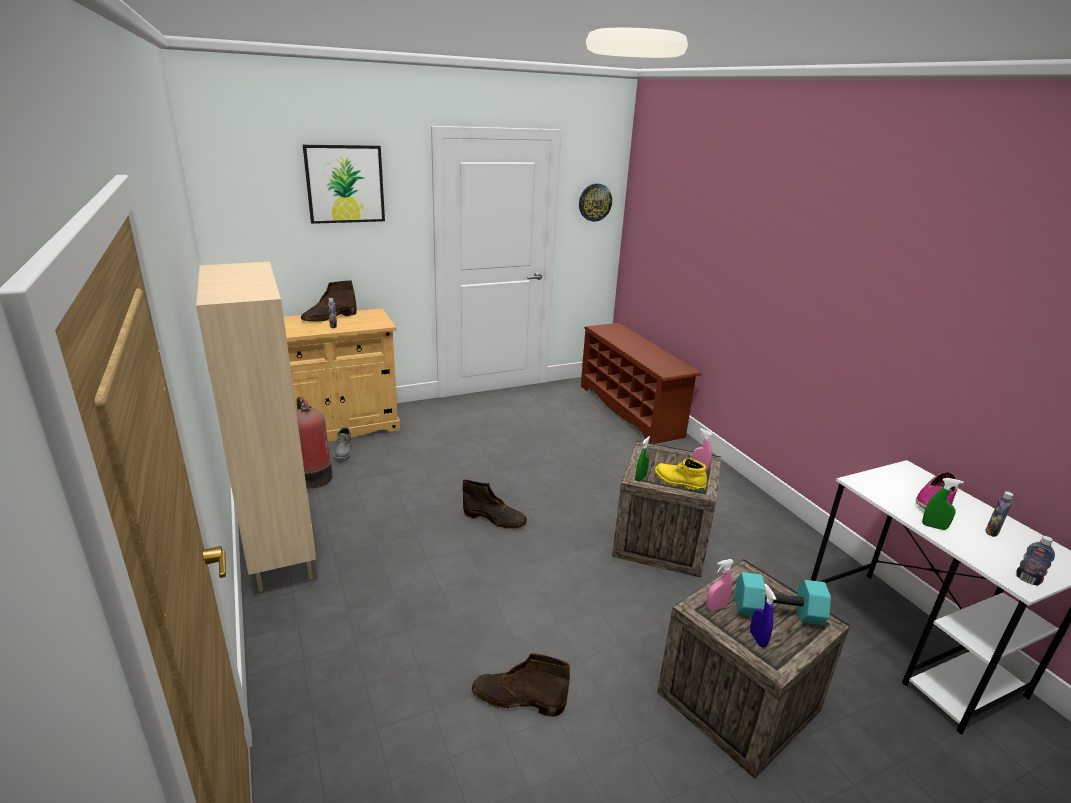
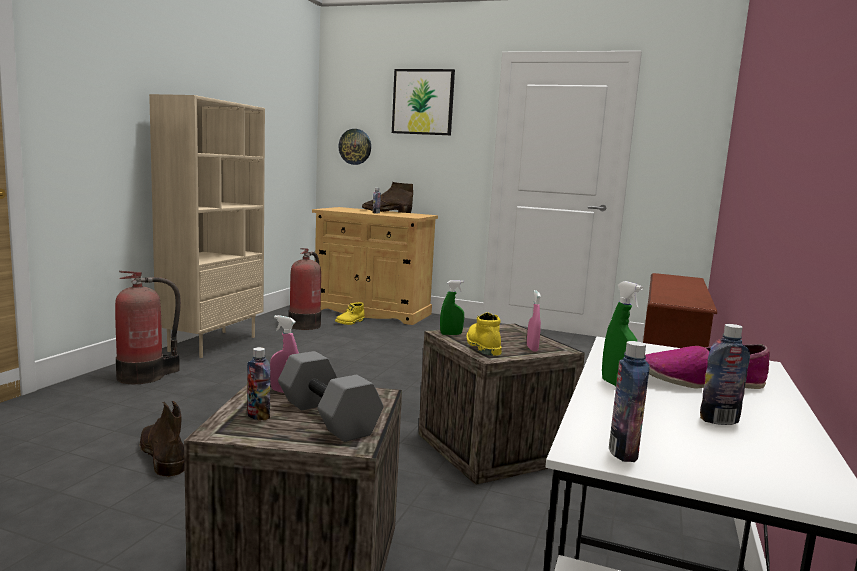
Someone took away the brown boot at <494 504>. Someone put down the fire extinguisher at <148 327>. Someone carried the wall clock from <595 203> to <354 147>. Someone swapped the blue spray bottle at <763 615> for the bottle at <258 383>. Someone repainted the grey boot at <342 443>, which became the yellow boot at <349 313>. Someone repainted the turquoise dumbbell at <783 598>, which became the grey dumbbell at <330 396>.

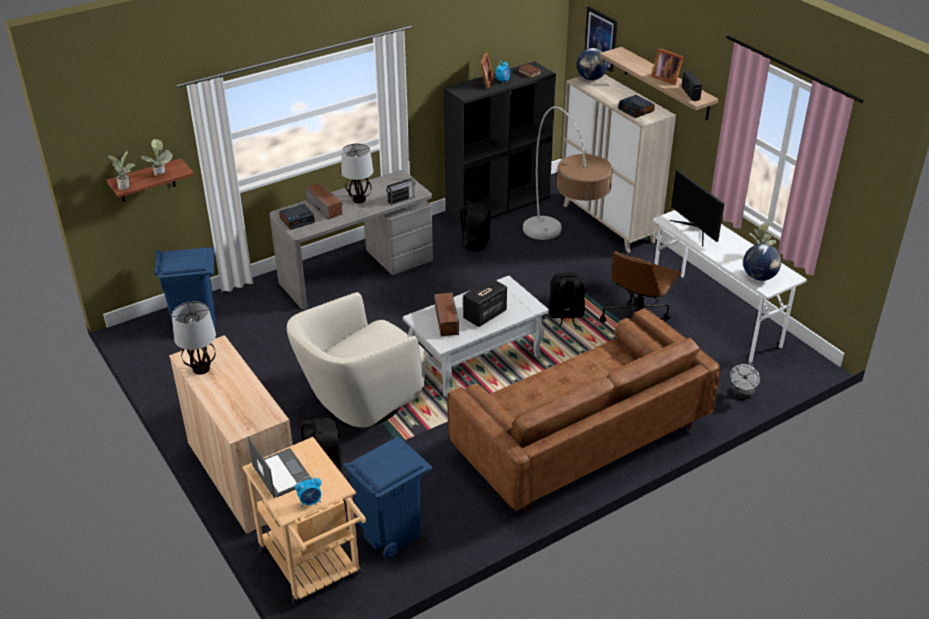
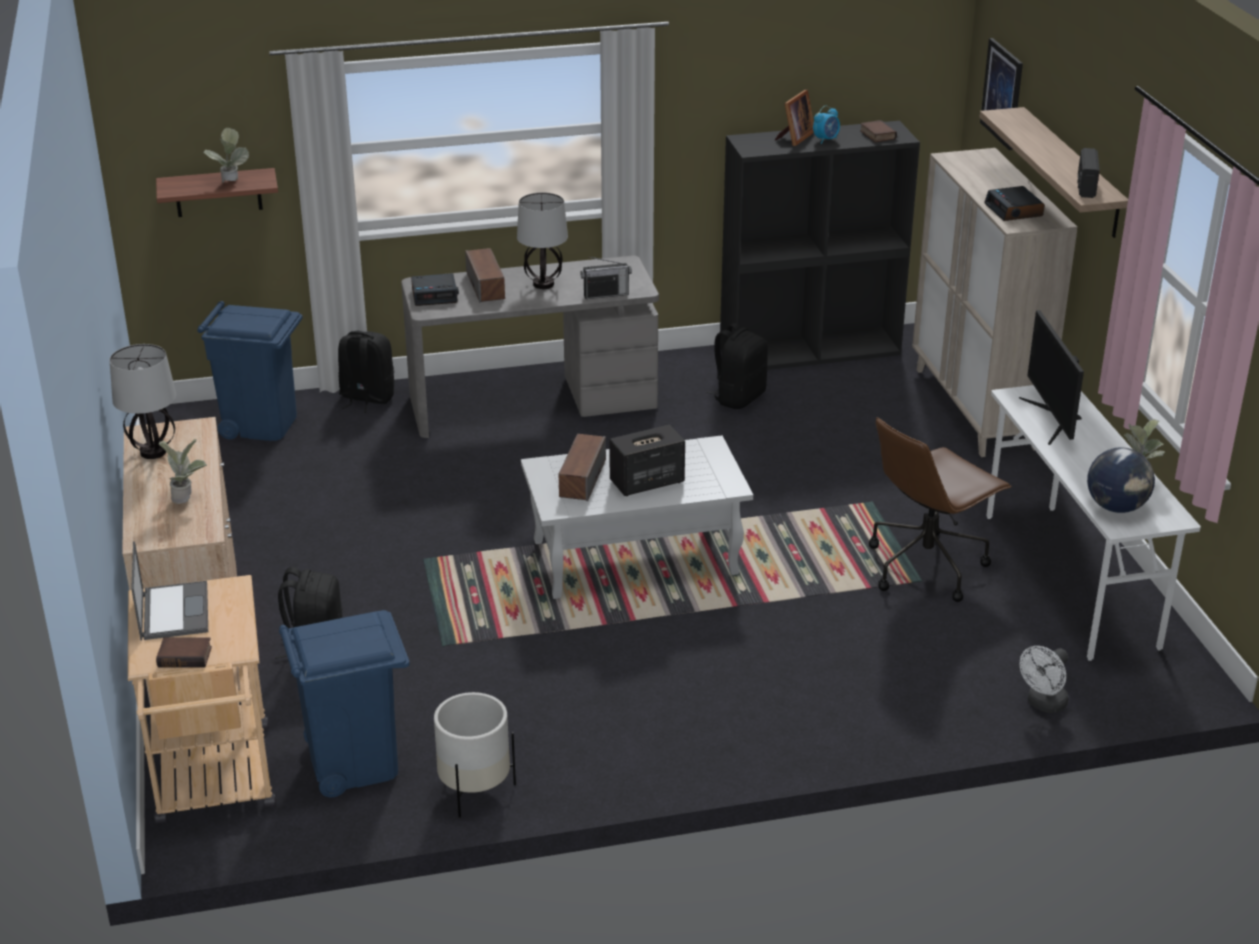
Someone took away the beige armchair at <357 360>. Someone took away the brown sofa at <584 409>. Someone took away the floor lamp at <568 173>. Someone took away the globe at <592 64>. Someone took away the picture frame at <667 66>. Someone put down the white planter at <475 755>. Someone carried the potted plant from <122 171> to <183 471>. Someone carried the black backpack from <566 300> to <366 372>. Someone swapped the alarm clock at <308 491> for the book at <184 652>.

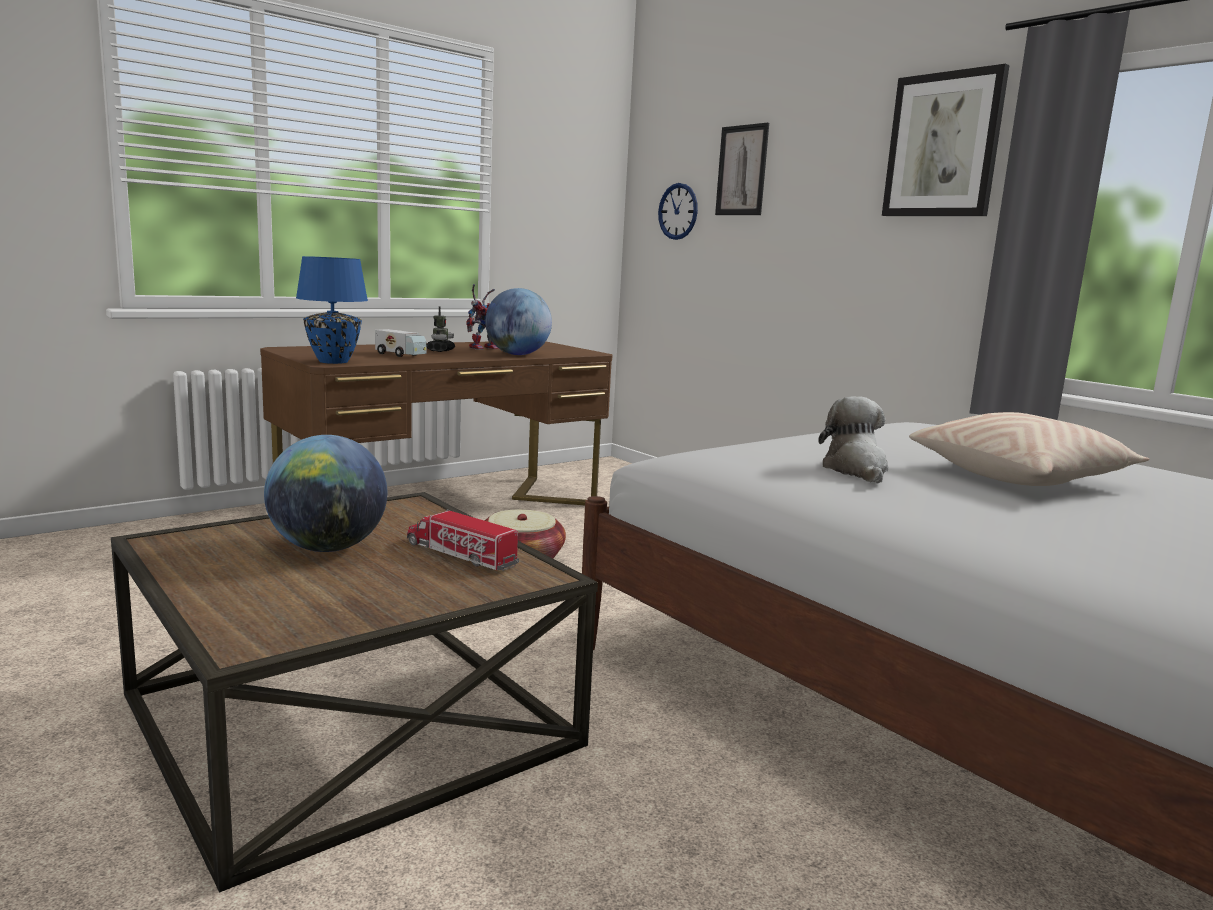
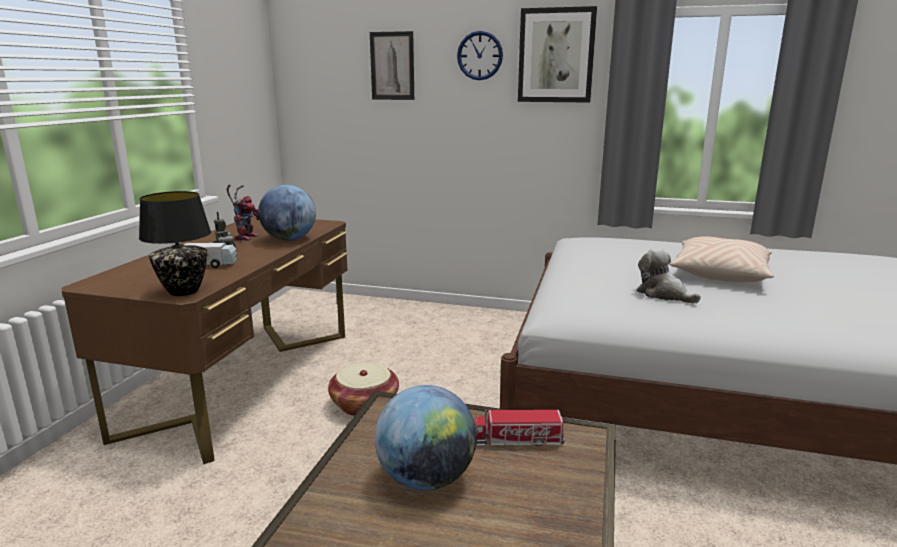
Someone carried the wall clock from <678 211> to <480 55>. Someone repainted the blue table lamp at <332 310>, which became the black table lamp at <175 243>.

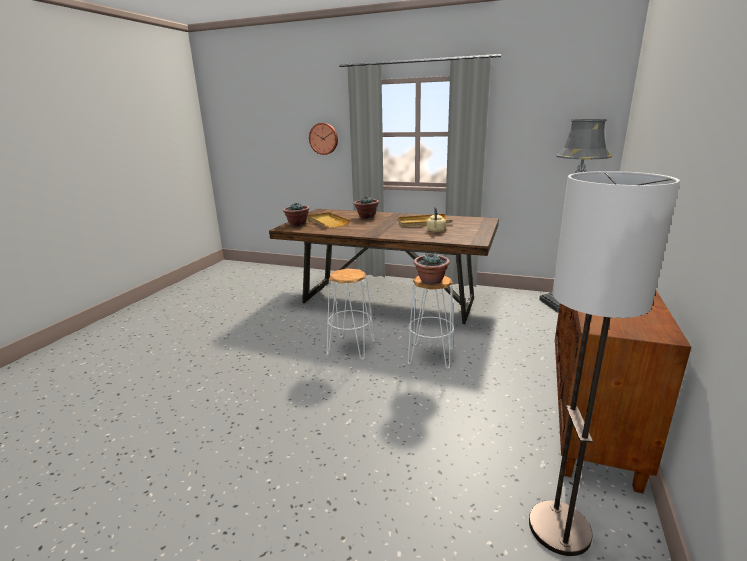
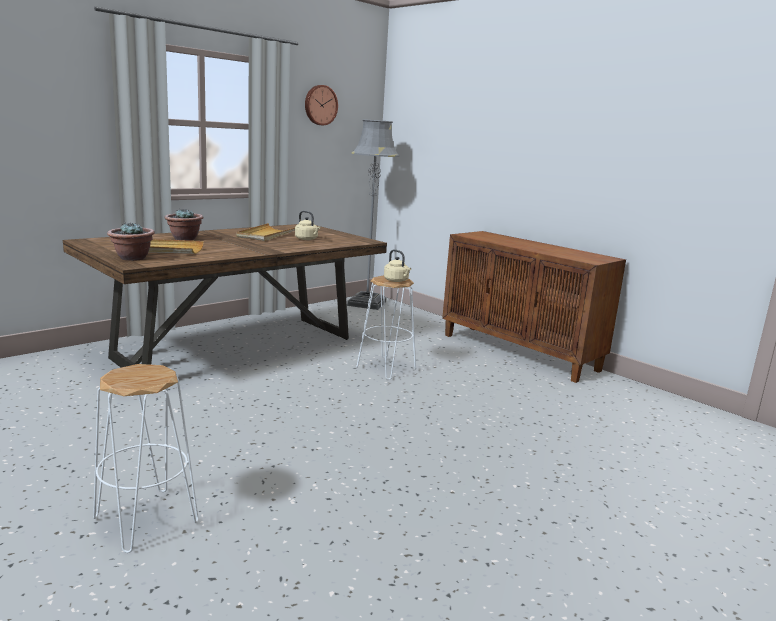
Someone took away the floor lamp at <604 363>. Someone carried the wall clock from <323 139> to <321 105>. Someone carried the white stool from <351 314> to <146 458>. Someone swapped the potted plant at <432 269> for the beige kettle at <397 265>.

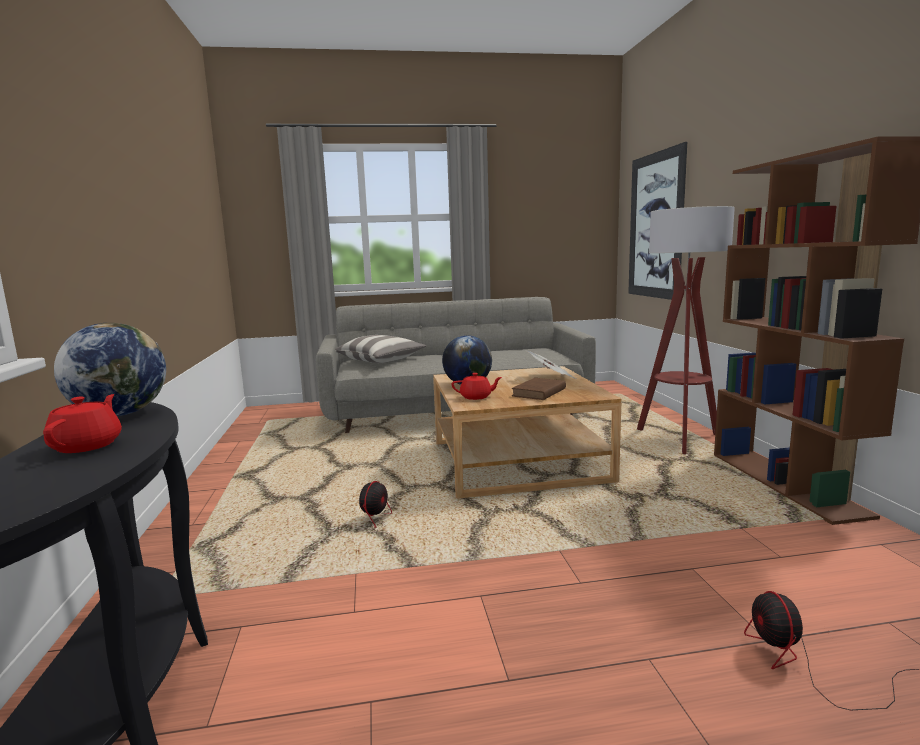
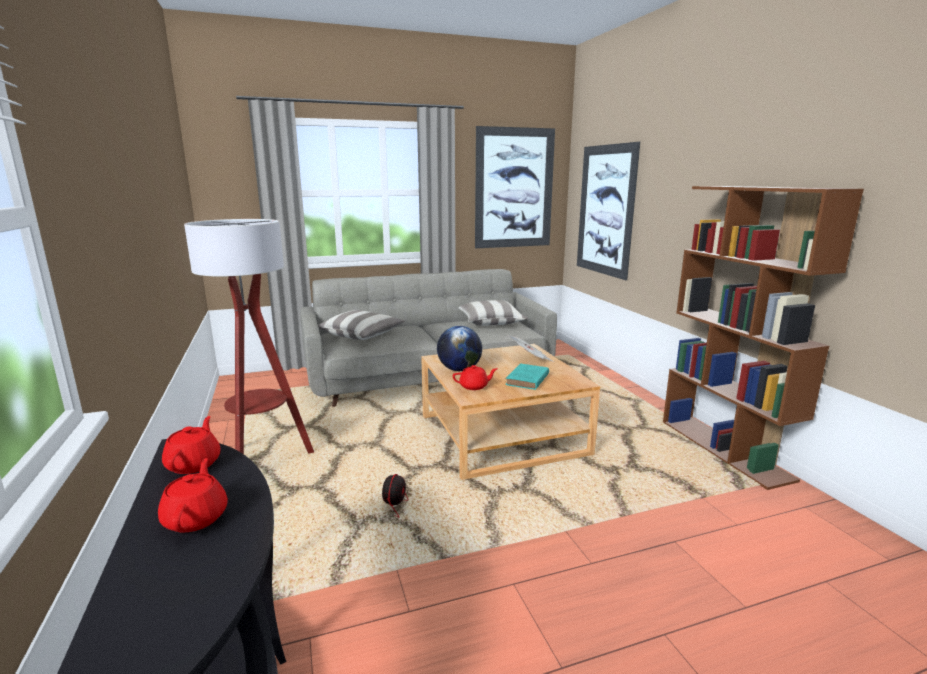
Someone took away the fan at <831 650>. Someone put down the pillow at <493 313>. Someone put up the picture at <515 187>. Someone carried the floor lamp from <686 330> to <249 336>. Someone swapped the globe at <110 369> for the red teapot at <191 445>. Someone repainted the brown book at <539 389>, which became the turquoise book at <527 376>.

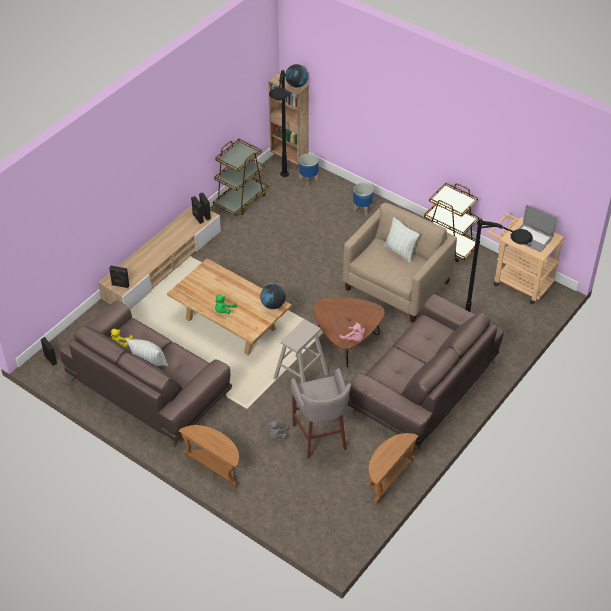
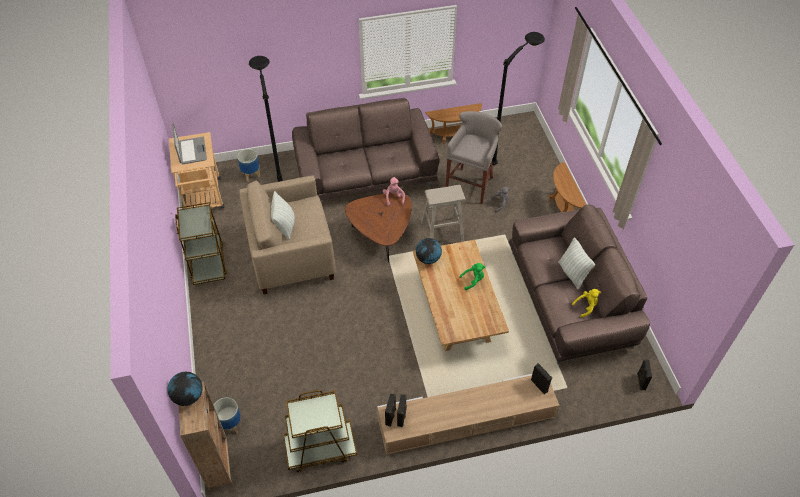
Someone carried the black floor lamp from <279 123> to <518 98>. Someone carried the planter from <363 199> to <248 165>.

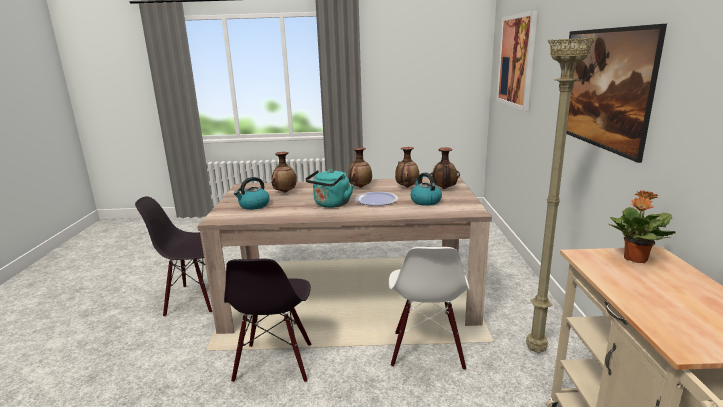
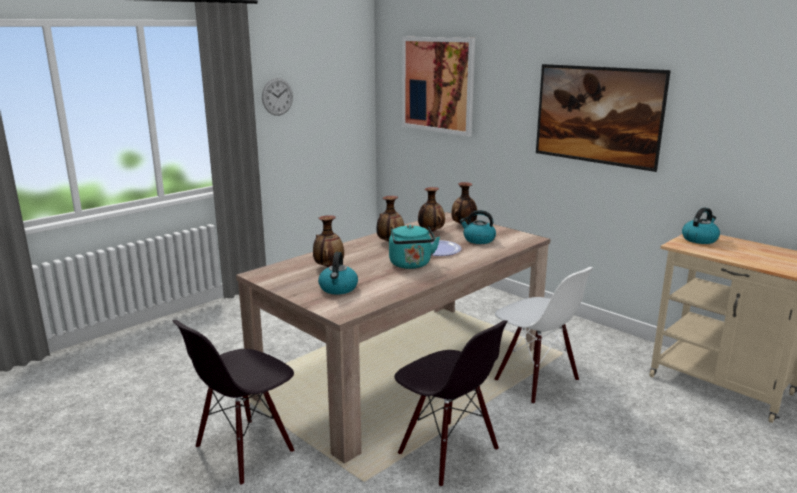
Someone took away the beige floor lamp at <560 195>. Someone put up the wall clock at <277 97>. Someone swapped the potted plant at <642 226> for the kettle at <701 226>.

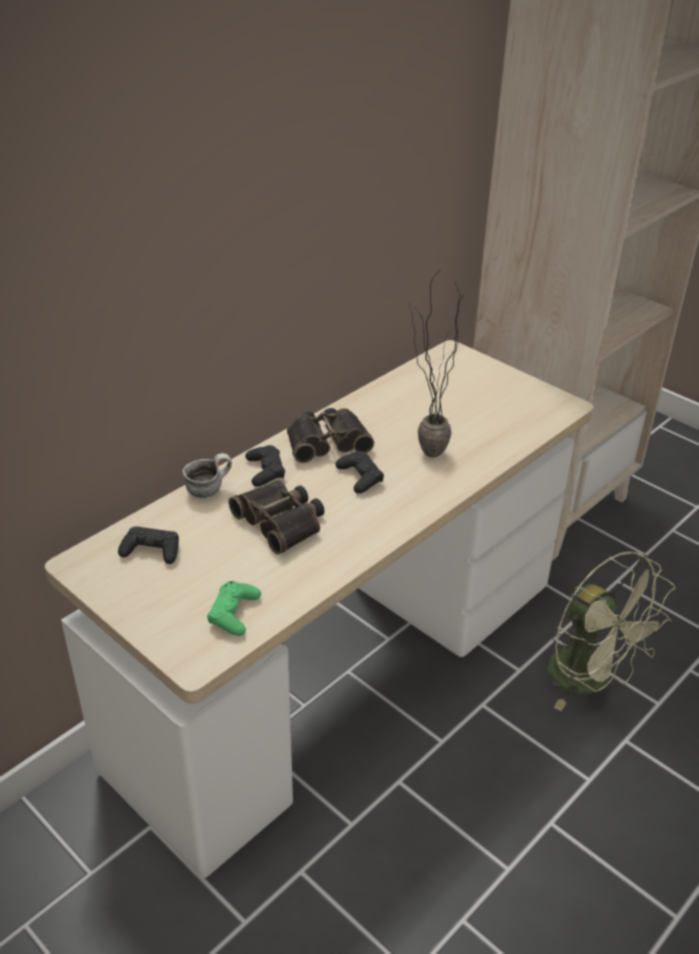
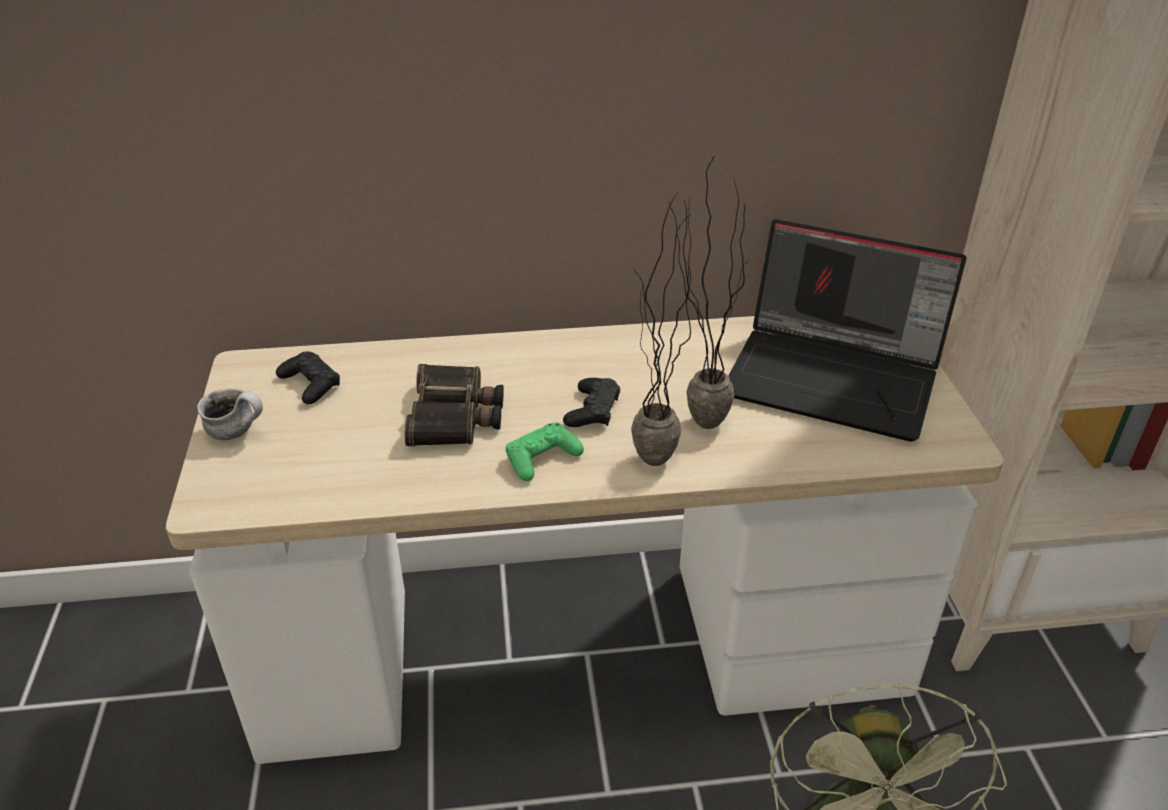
Someone took away the black game controller at <265 466>. Someone took away the binoculars at <330 435>. Someone put down the potted plant at <661 330>. Someone put down the laptop at <847 330>. Someone carried the mug from <207 475> to <230 414>. Someone carried the green game controller from <234 608> to <545 451>.

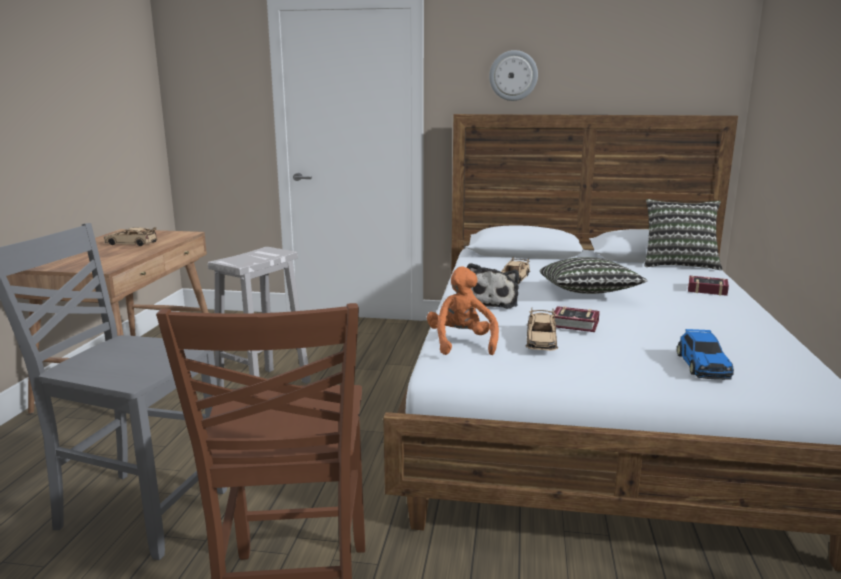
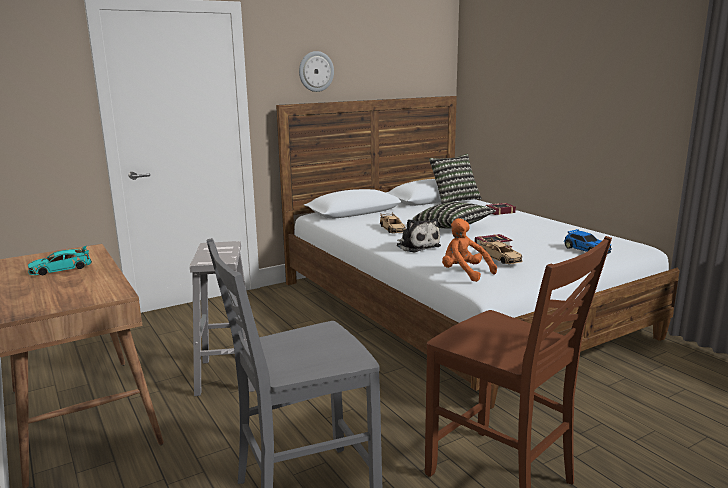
Someone repainted the beige toy car at <130 236>, which became the turquoise toy car at <60 260>.

